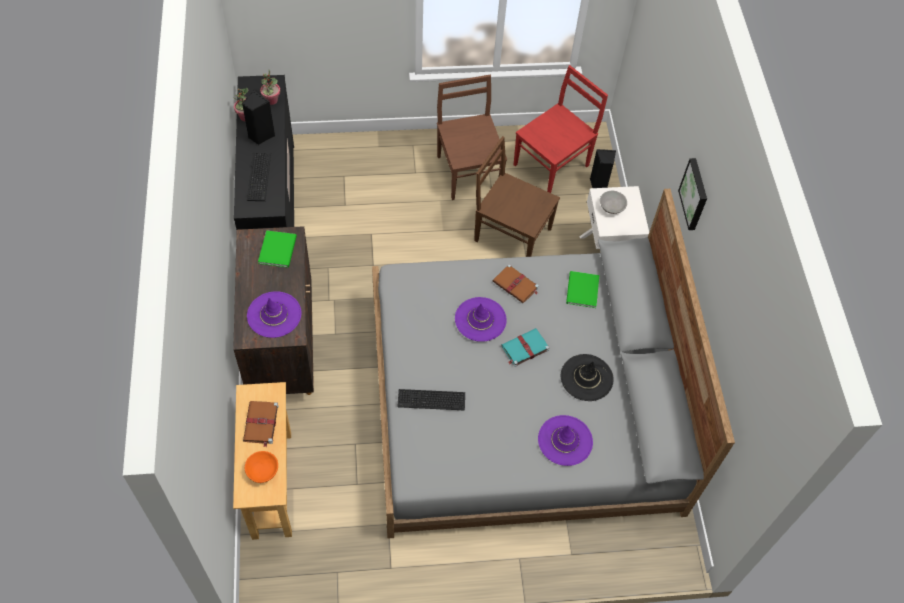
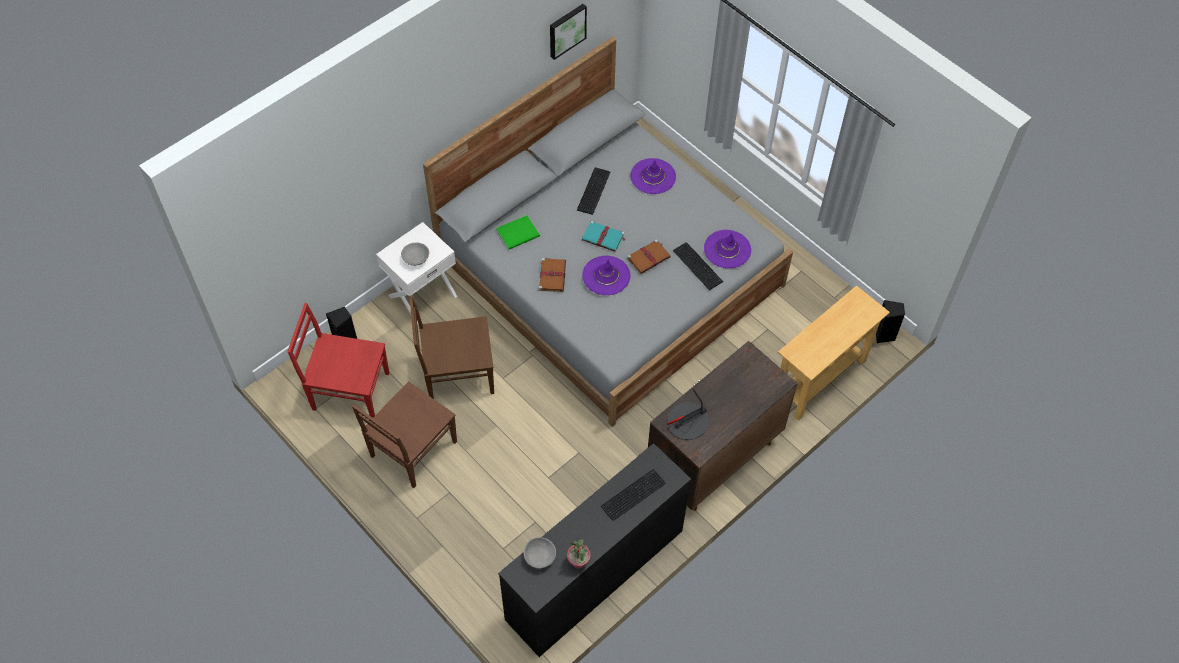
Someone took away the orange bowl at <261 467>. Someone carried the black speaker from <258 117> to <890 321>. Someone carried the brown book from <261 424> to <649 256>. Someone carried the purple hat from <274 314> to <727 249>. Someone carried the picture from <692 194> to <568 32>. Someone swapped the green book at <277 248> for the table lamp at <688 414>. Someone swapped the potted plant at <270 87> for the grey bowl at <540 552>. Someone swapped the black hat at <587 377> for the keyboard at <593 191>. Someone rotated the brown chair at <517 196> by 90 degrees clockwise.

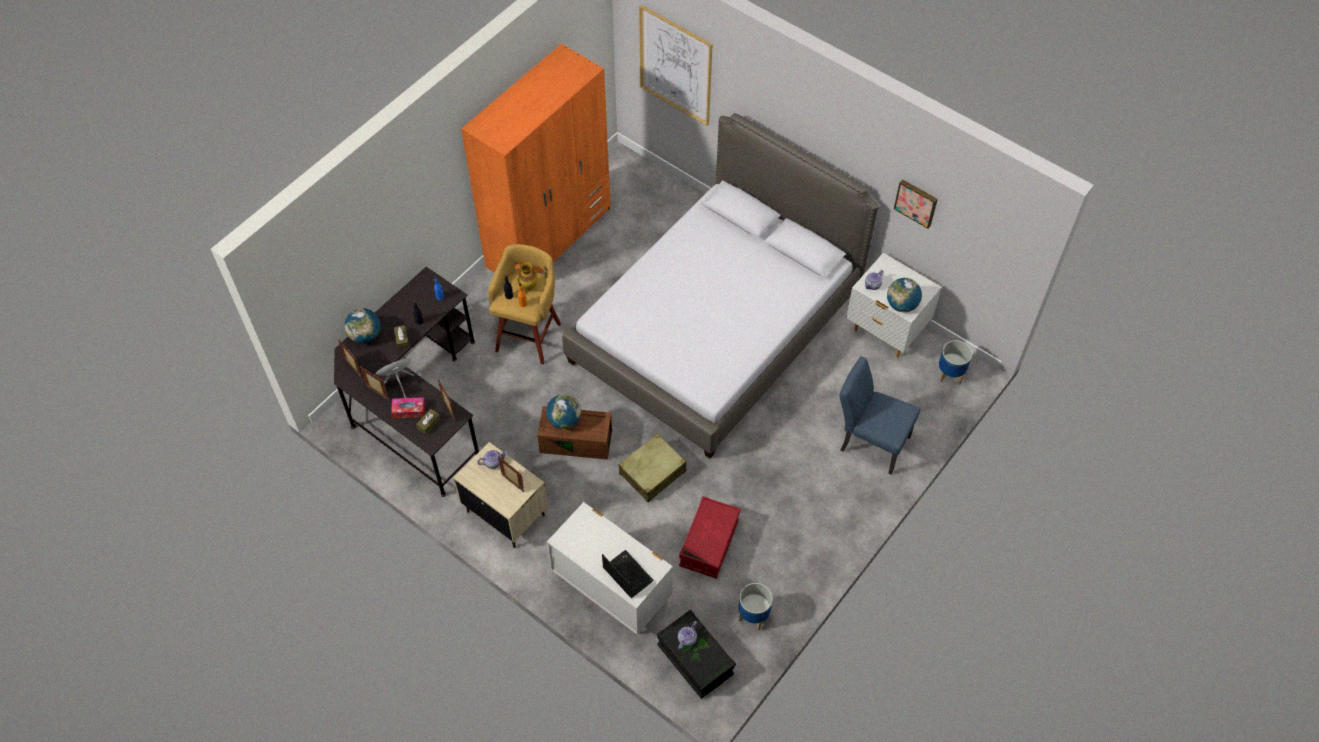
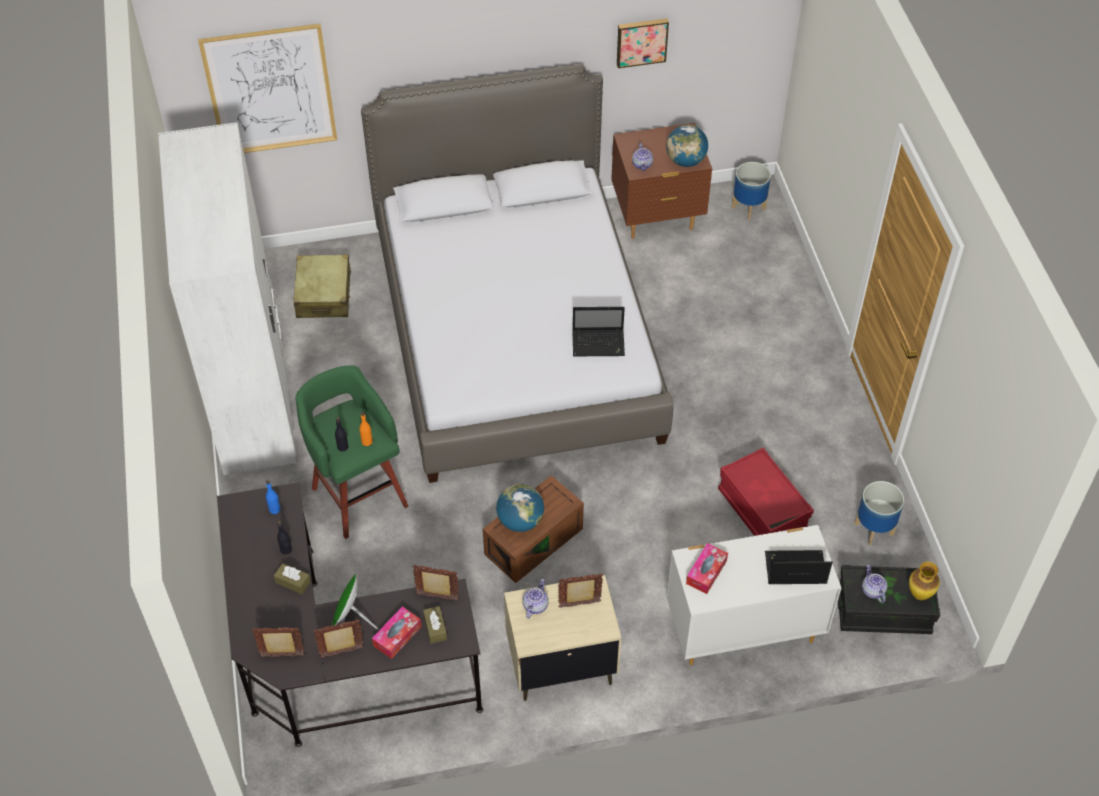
Someone took away the globe at <362 325>. Someone took away the blue chair at <879 415>. Someone put down the laptop at <598 331>. Someone put down the tissue box at <707 568>. Someone carried the vase from <527 276> to <924 581>. Someone carried the beige suitcase from <652 468> to <322 286>. Someone repainted the orange wardrobe at <536 159>, which became the white wardrobe at <227 298>. Someone repainted the yellow stool at <524 304>, which became the green stool at <352 452>. Someone repainted the white nightstand at <894 305>, which became the brown nightstand at <661 181>.

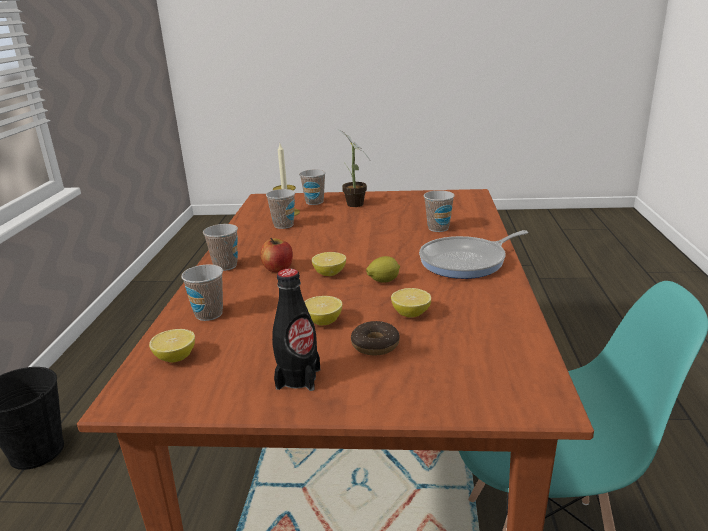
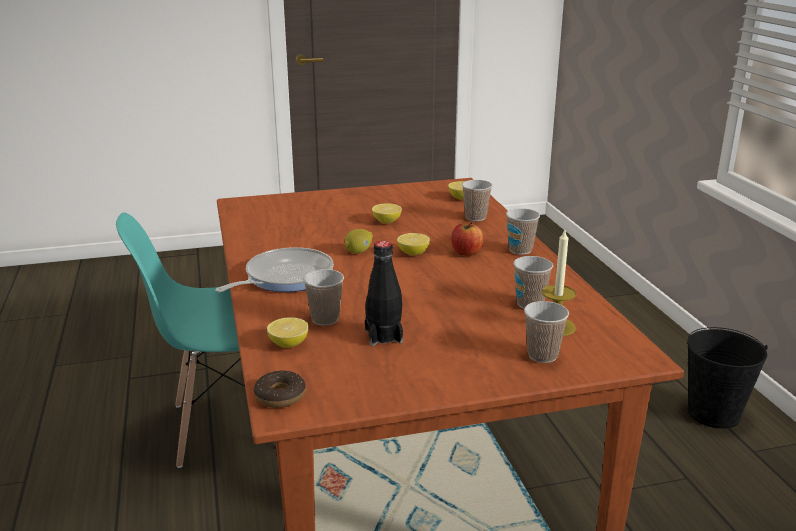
Someone took away the potted plant at <353 168>. Someone carried the black bottle from <296 329> to <384 293>. Someone carried the donut from <375 338> to <280 389>. Someone carried the lemon from <411 303> to <288 332>.

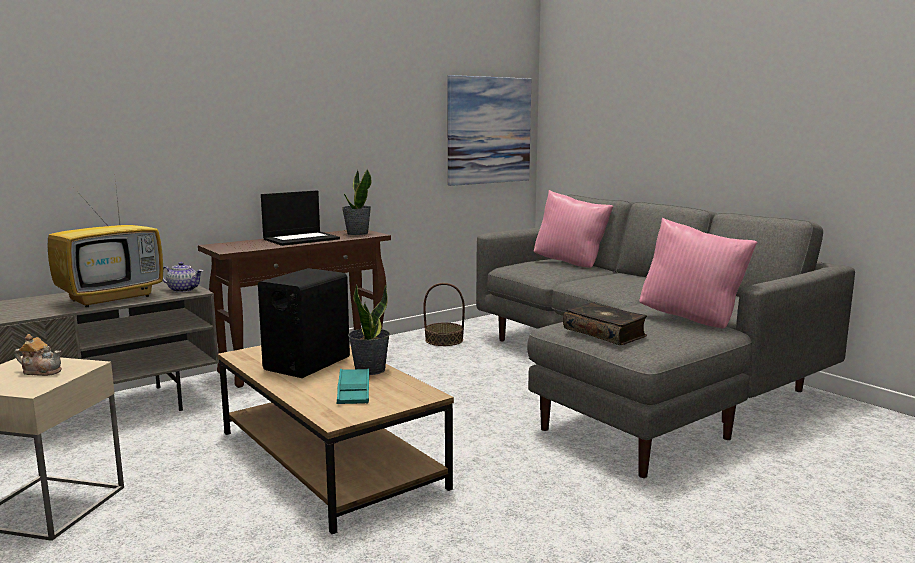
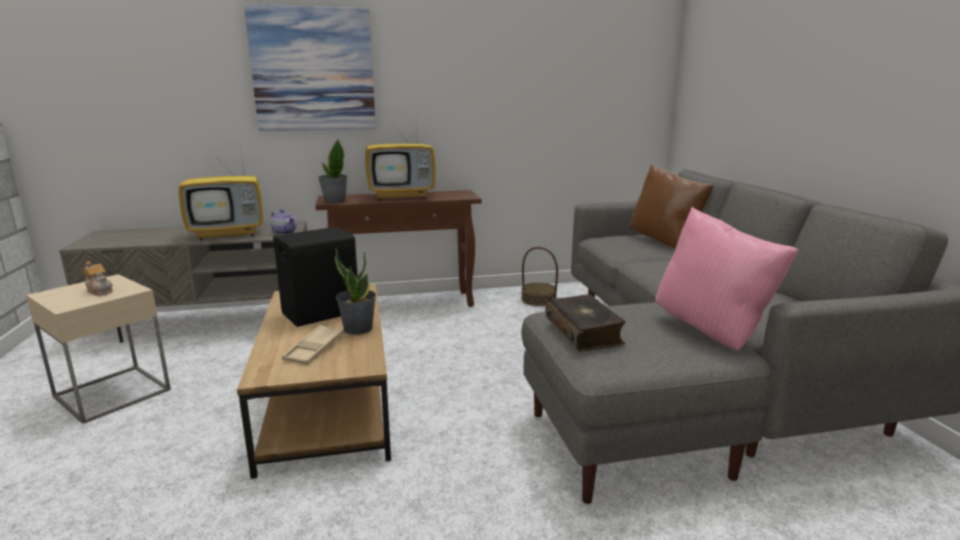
Someone carried the potted plant from <357 202> to <332 171>. Someone carried the picture from <489 130> to <310 68>. Someone swapped the laptop at <300 218> for the television at <400 159>. Someone repainted the turquoise tray at <353 386>, which became the beige tray at <313 345>. Someone repainted the pink pillow at <573 229>, which became the brown pillow at <672 206>.

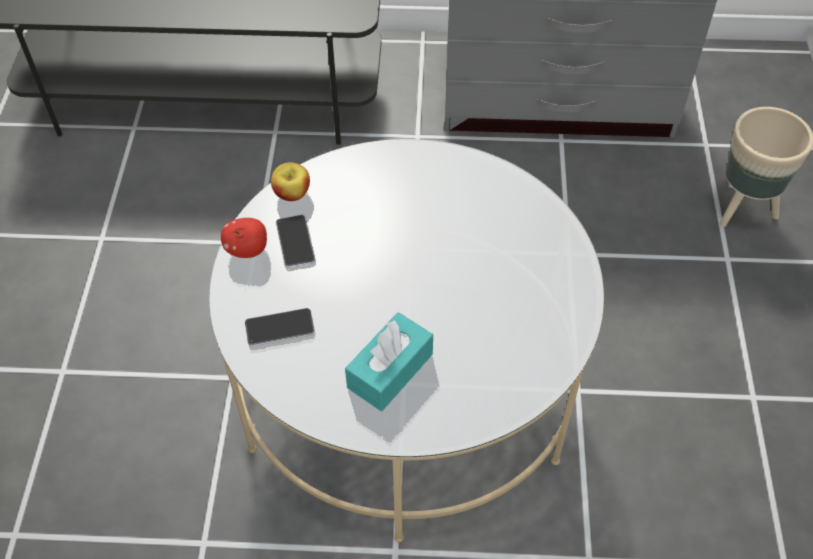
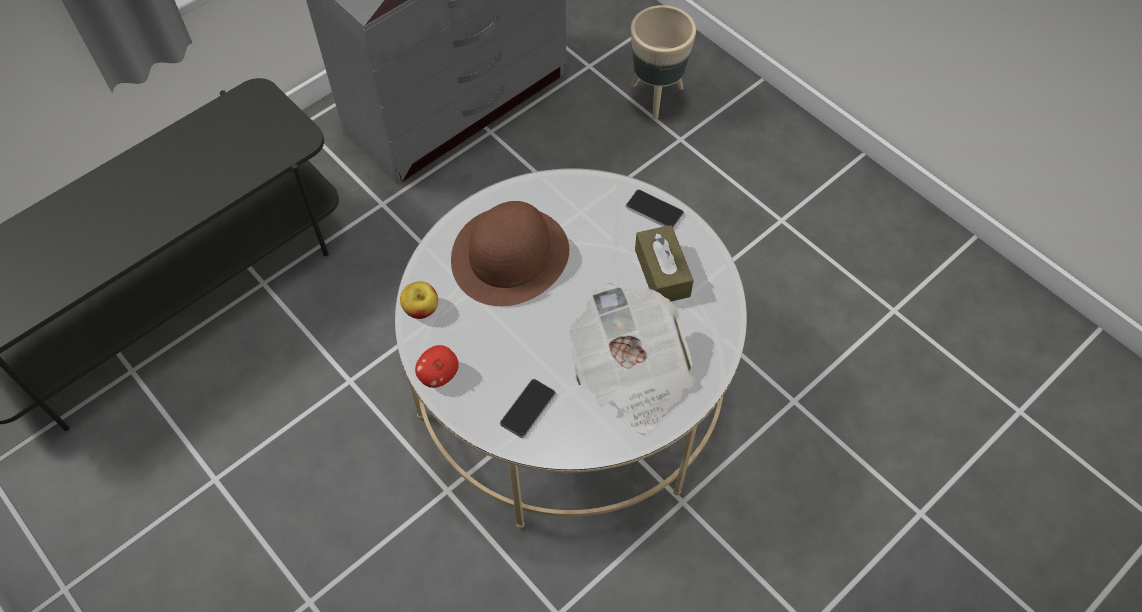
Someone put down the brown hat at <510 253>. Someone put down the brown tissue box at <664 263>. Someone carried the phone from <295 241> to <655 209>. Someone swapped the turquoise tissue box at <389 361> for the newspaper at <632 358>.

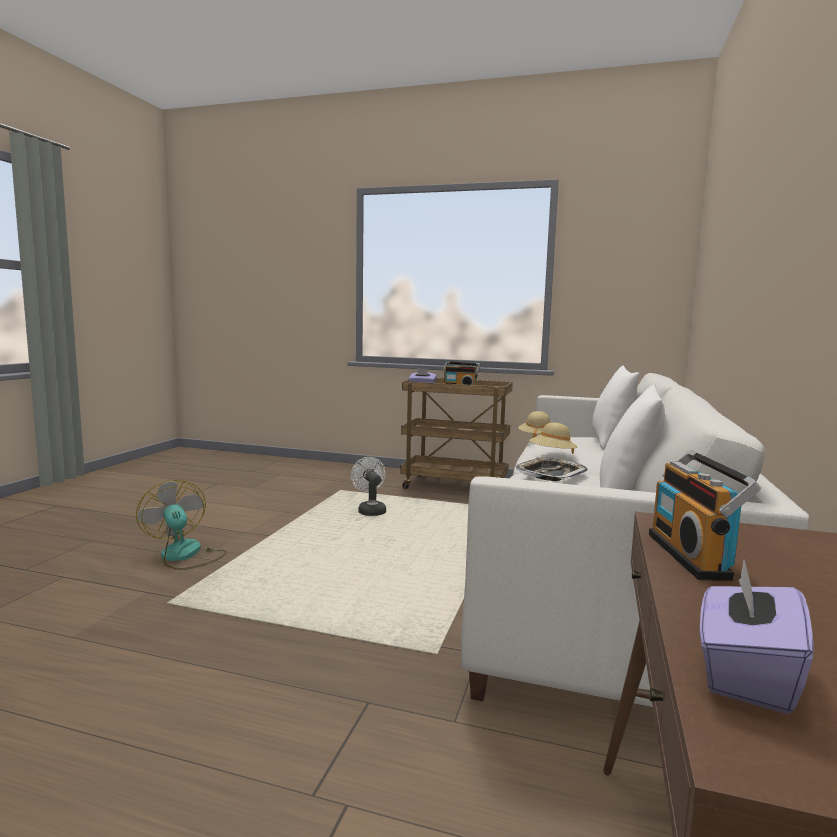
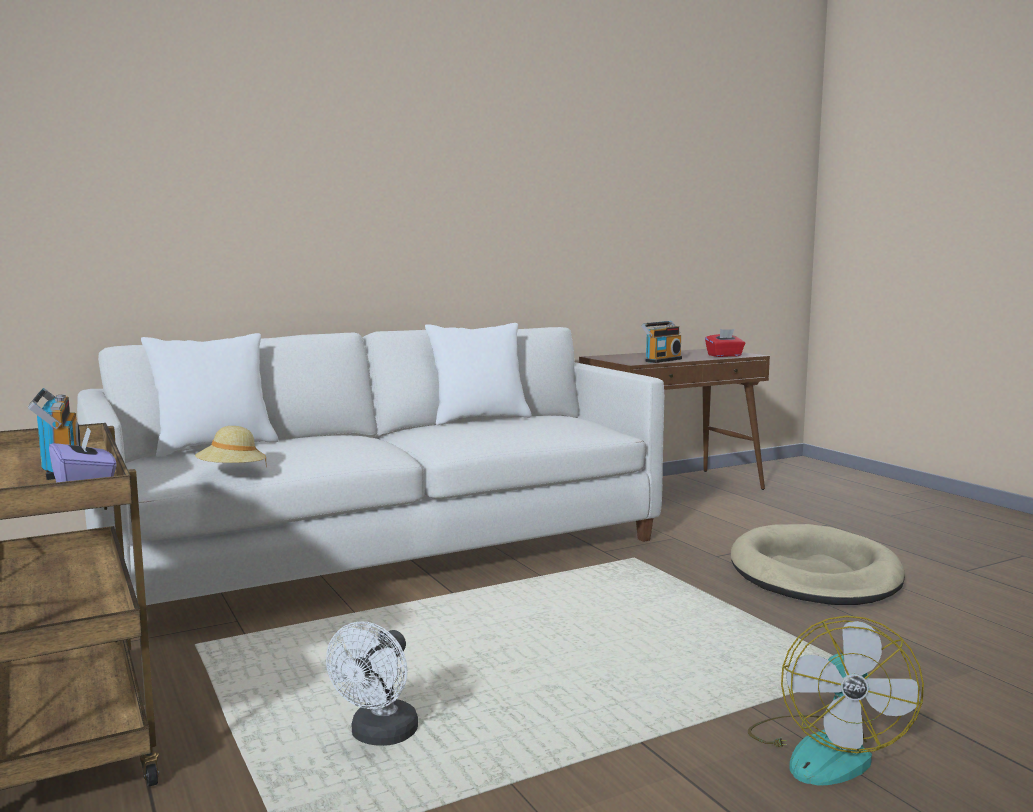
Someone took away the tray at <551 468>. Someone took away the beige hat at <553 438>. Someone put down the beige dog bed at <818 564>. Someone repainted the purple tissue box at <757 637>, which became the red tissue box at <725 343>.

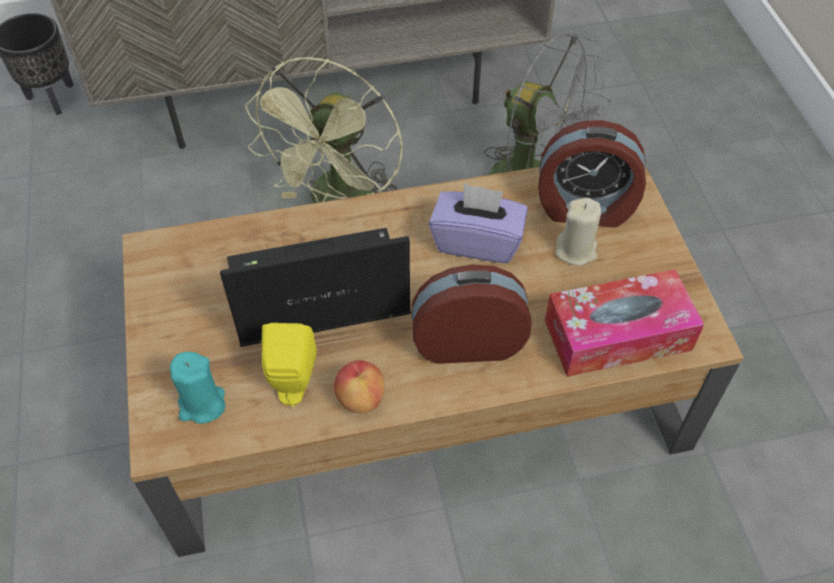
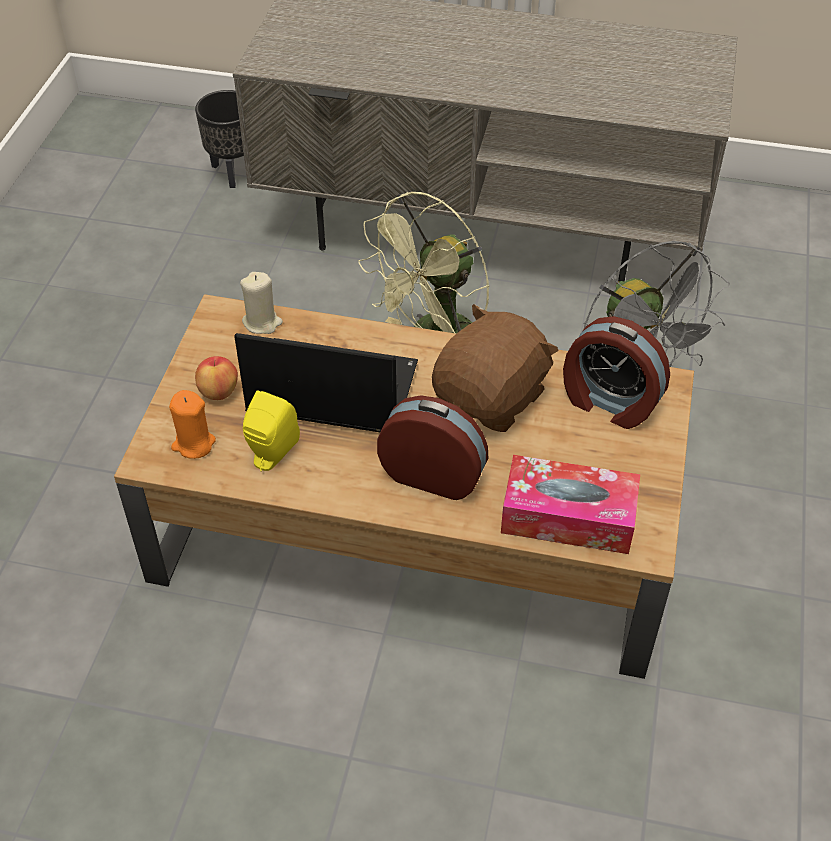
Someone carried the apple from <359 386> to <216 378>. Someone carried the beige candle from <578 232> to <261 303>. Someone swapped the purple tissue box at <478 223> for the brown plush toy at <495 368>. Someone repainted the turquoise candle at <197 388>, which became the orange candle at <192 424>.

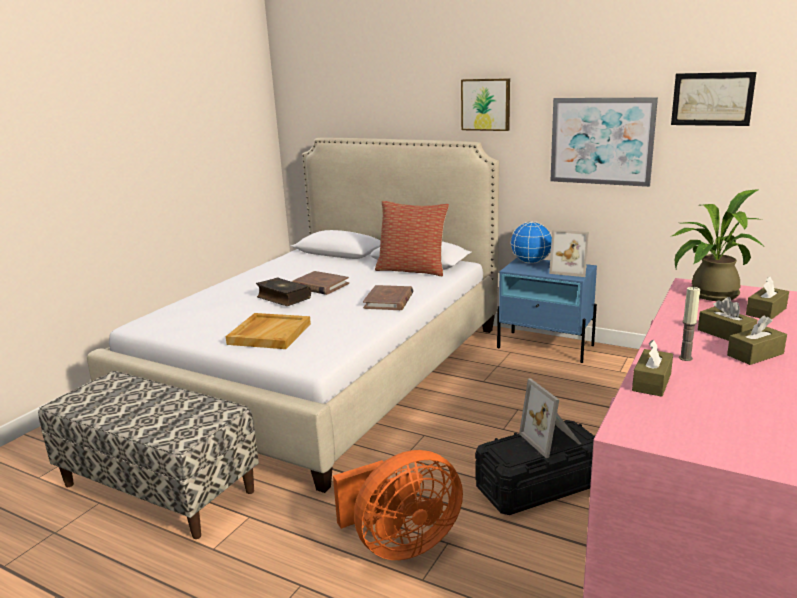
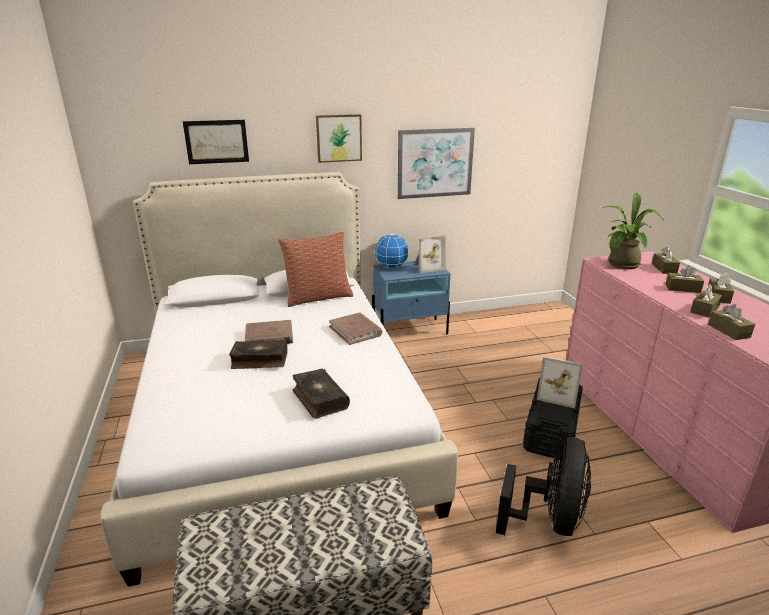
Someone carried the picture from <713 99> to <216 142>. Someone swapped the beige tray at <268 331> for the book at <321 393>. Someone swapped the candle at <689 324> for the brown tissue box at <706 301>. Someone repainted the orange fan at <398 505>, which became the black fan at <543 486>.

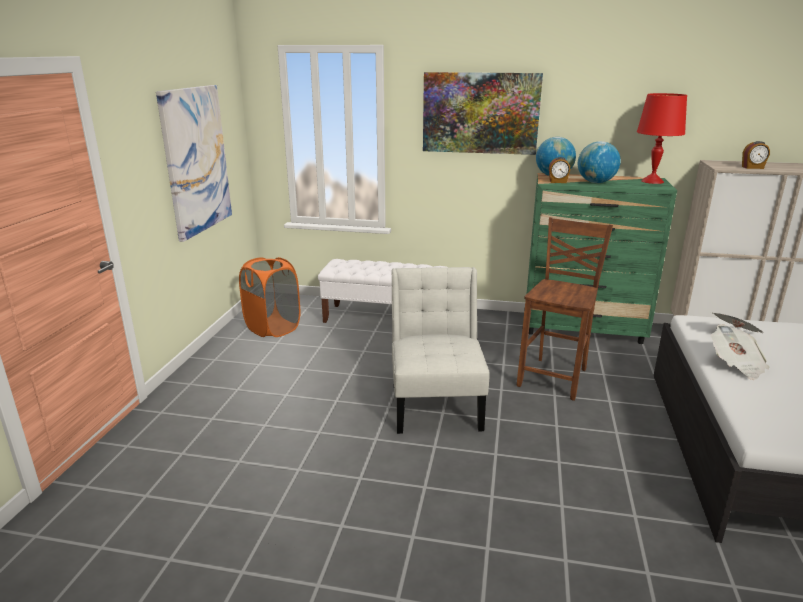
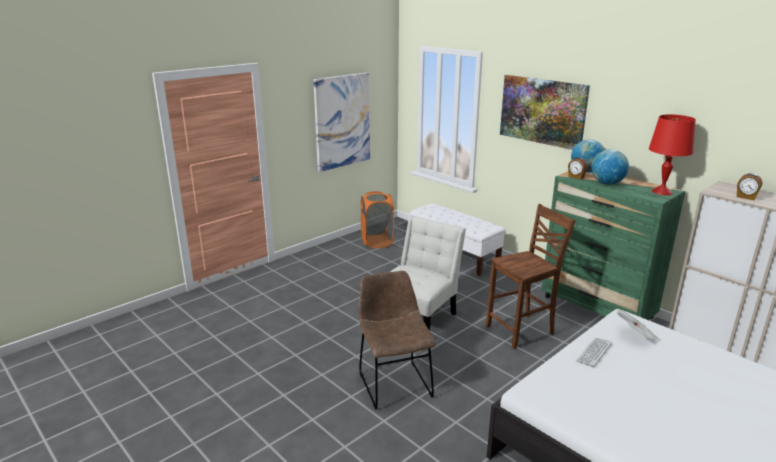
Someone put down the brown chair at <397 340>. Someone swapped the newspaper at <740 352> for the keyboard at <594 352>.

